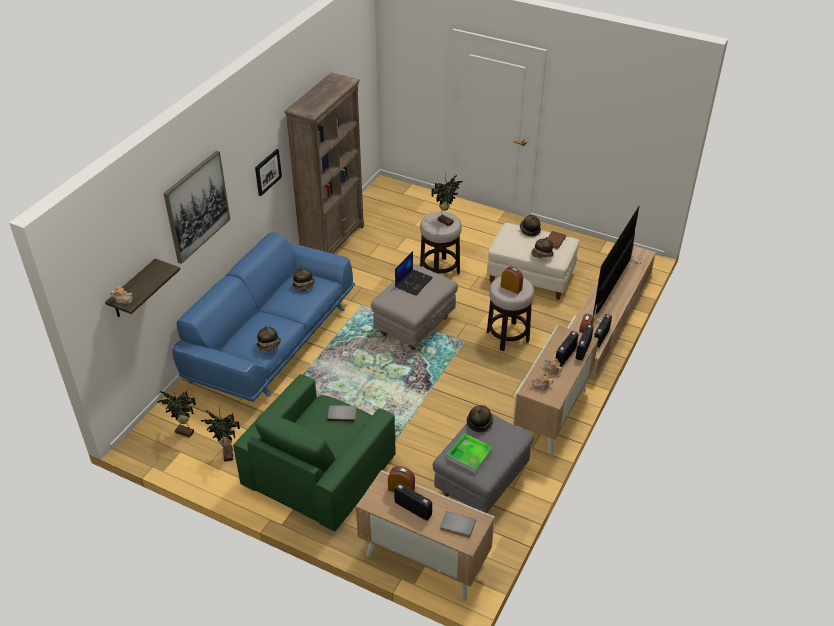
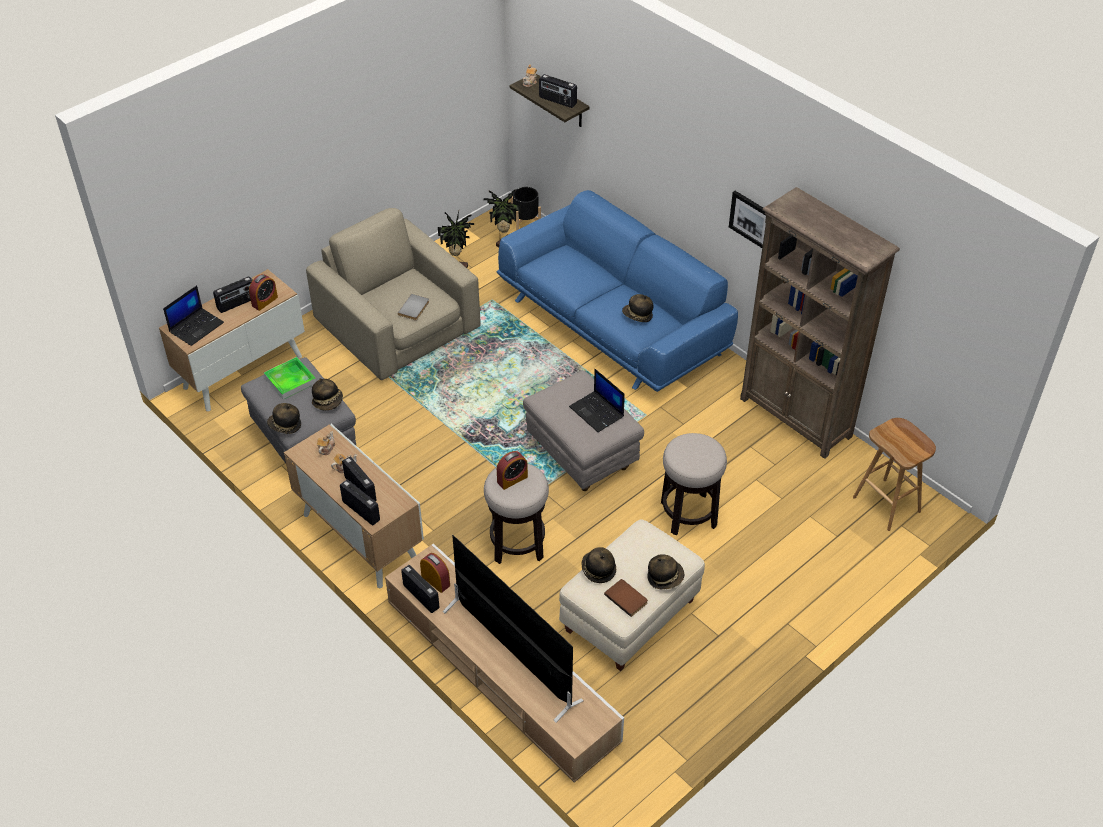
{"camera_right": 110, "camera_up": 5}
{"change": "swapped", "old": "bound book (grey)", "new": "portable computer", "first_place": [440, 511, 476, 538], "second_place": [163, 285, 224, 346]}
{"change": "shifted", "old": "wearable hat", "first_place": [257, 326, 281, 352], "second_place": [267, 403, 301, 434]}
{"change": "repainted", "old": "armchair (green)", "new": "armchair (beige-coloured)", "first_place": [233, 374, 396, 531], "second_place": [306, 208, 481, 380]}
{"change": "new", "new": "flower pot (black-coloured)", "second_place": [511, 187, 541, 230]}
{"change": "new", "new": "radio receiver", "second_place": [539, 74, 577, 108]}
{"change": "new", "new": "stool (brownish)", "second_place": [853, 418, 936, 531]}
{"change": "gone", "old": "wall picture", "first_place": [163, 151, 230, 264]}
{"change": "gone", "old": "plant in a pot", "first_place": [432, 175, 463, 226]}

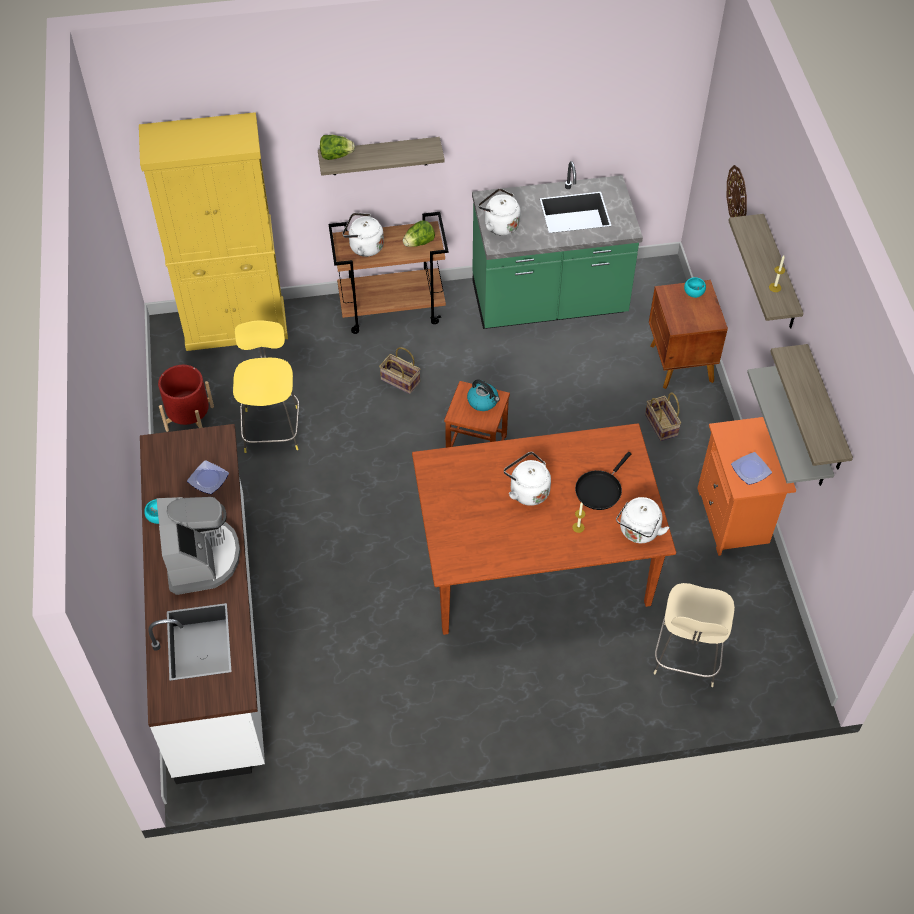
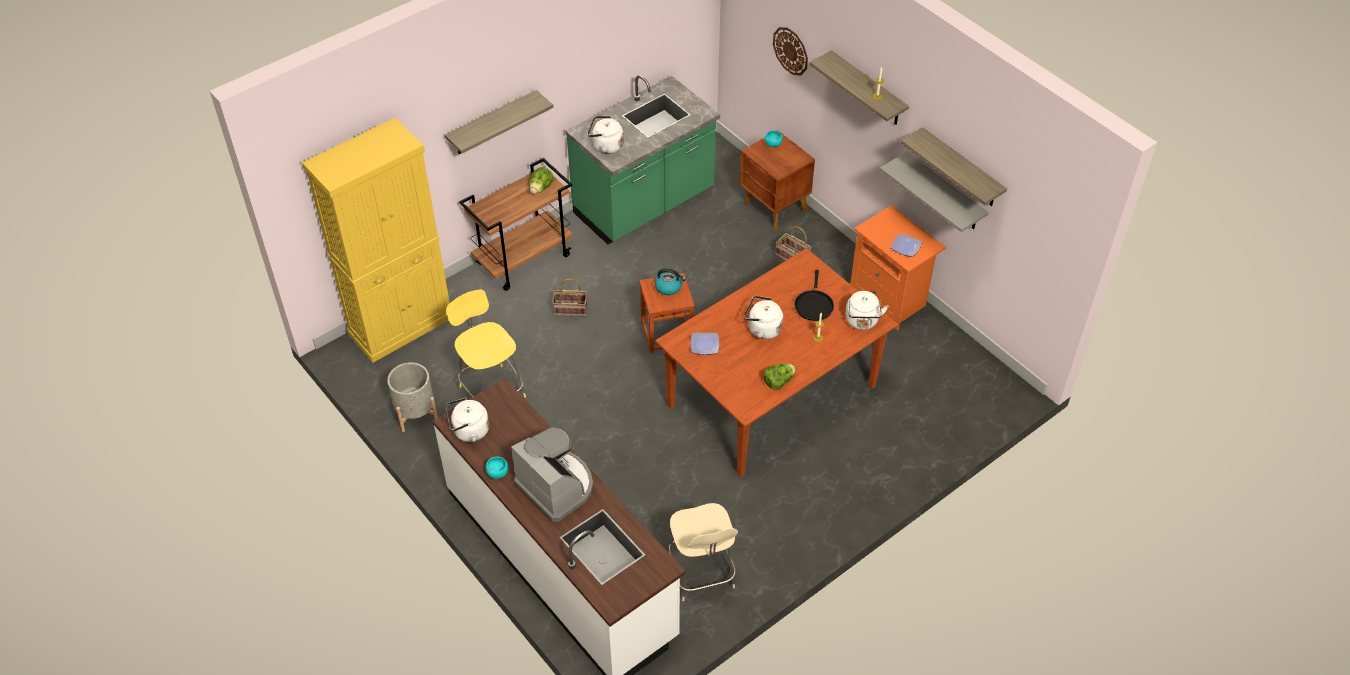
{"camera_right": -30, "camera_up": -5}
{"change": "repainted", "old": "flower pot (red-coloured)", "new": "flower pot (grey)", "first_place": [158, 365, 214, 432], "second_place": [387, 362, 438, 432]}
{"change": "shifted", "old": "tea kettle (white)", "first_place": [342, 213, 384, 257], "second_place": [446, 397, 489, 442]}
{"change": "shifted", "old": "stool (beige-coloured)", "first_place": [654, 583, 735, 687], "second_place": [669, 503, 738, 601]}
{"change": "shifted", "old": "plate", "first_place": [187, 460, 229, 494], "second_place": [691, 333, 719, 355]}
{"change": "shifted", "old": "lettuce", "first_place": [320, 135, 355, 160], "second_place": [763, 363, 796, 390]}

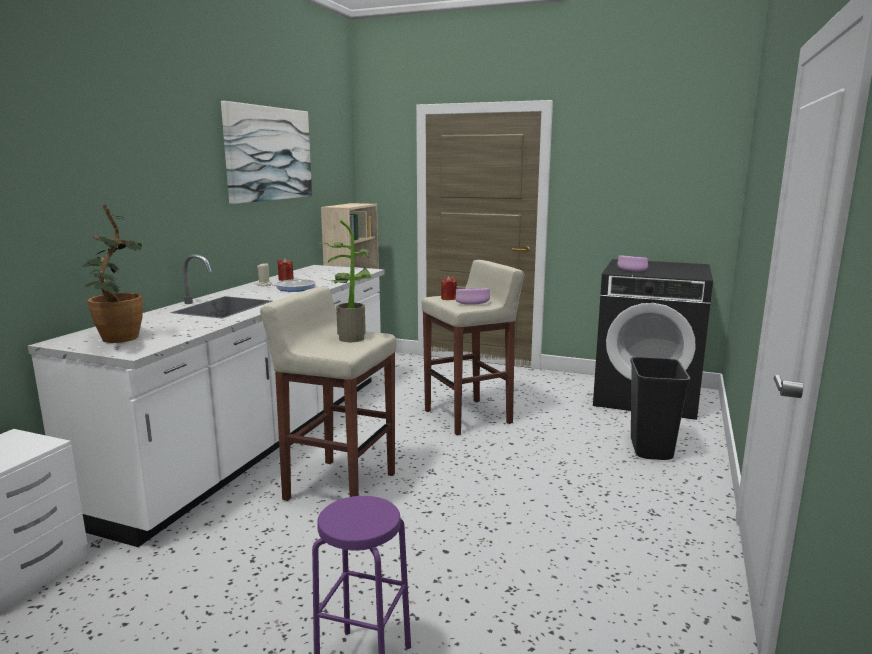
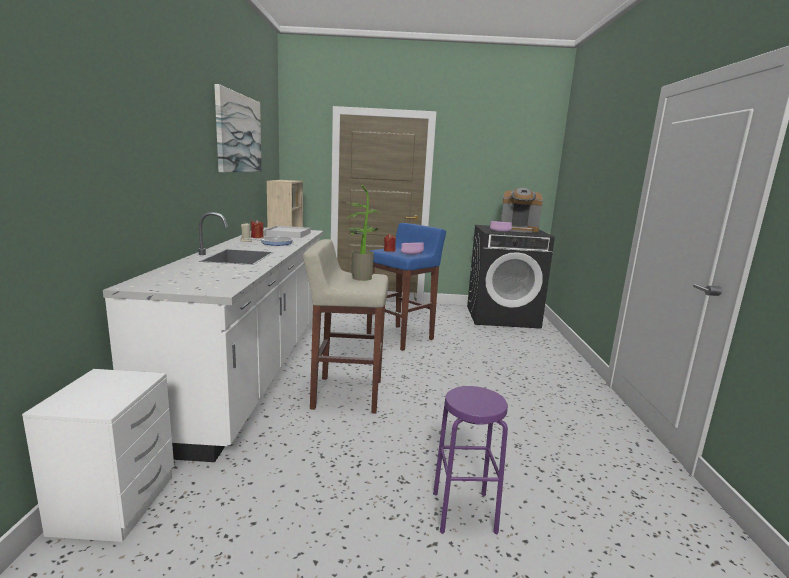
{"camera_right": -20, "camera_up": 0}
{"change": "new", "new": "serving tray (white)", "second_place": [264, 226, 311, 238]}
{"change": "repainted", "old": "stool (beige-coloured)", "new": "stool (bluish)", "first_place": [422, 260, 524, 435], "second_place": [367, 223, 446, 351]}
{"change": "new", "new": "coffee brewer", "second_place": [501, 188, 543, 233]}
{"change": "gone", "old": "plant in a pot", "first_place": [82, 205, 143, 343]}
{"change": "gone", "old": "waste bin (black-coloured)", "first_place": [630, 357, 690, 460]}

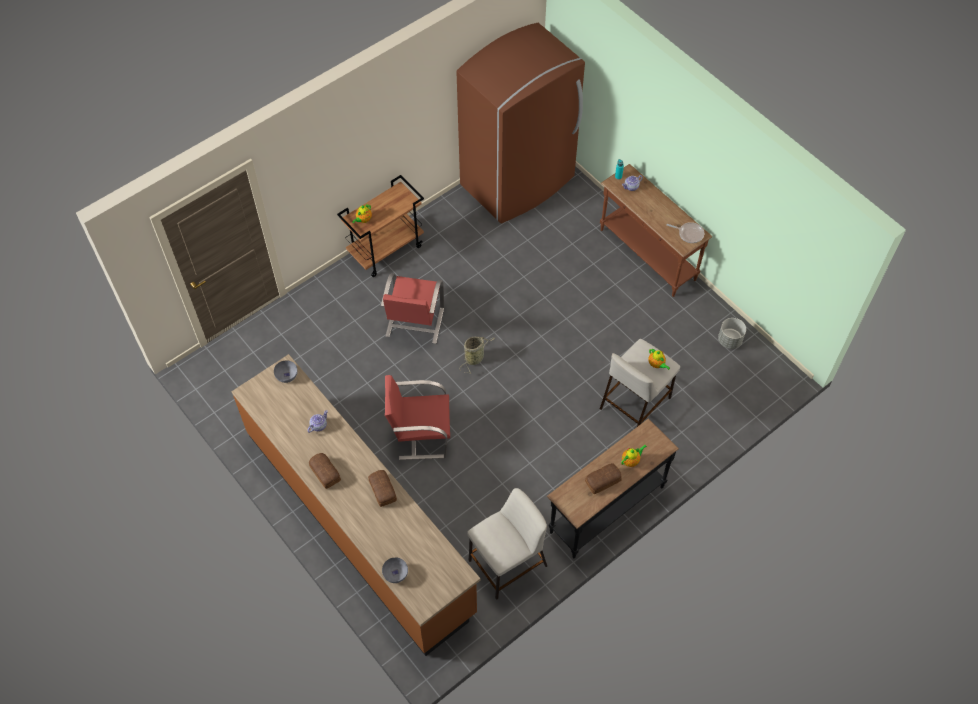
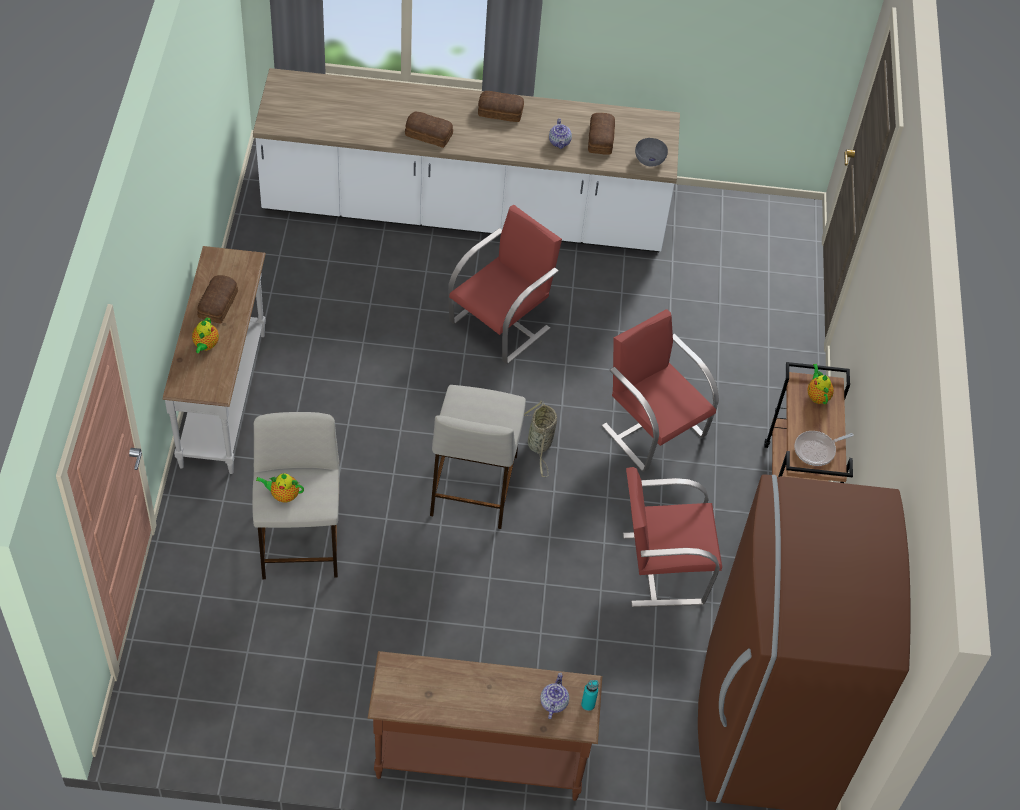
{"camera_right": 130, "camera_up": -5}
{"change": "repainted", "old": "hall table (black-coloured)", "new": "hall table (white)", "first_place": [547, 418, 679, 558], "second_place": [163, 246, 266, 474]}
{"change": "repainted", "old": "counter (brownish)", "new": "counter (white)", "first_place": [232, 354, 481, 656], "second_place": [253, 68, 680, 252]}
{"change": "shifted", "old": "stool (beige-coloured)", "first_place": [467, 488, 547, 600], "second_place": [430, 385, 526, 529]}
{"change": "new", "new": "baked bread", "second_place": [588, 113, 615, 155]}
{"change": "new", "new": "plain chair (red-coloured)", "second_place": [623, 467, 722, 607]}
{"change": "shifted", "old": "pan", "first_place": [666, 222, 704, 243], "second_place": [795, 431, 854, 466]}
{"change": "gone", "old": "serving bowl (grey)", "first_place": [382, 557, 408, 583]}
{"change": "gone", "old": "flower pot (grey)", "first_place": [718, 318, 746, 349]}

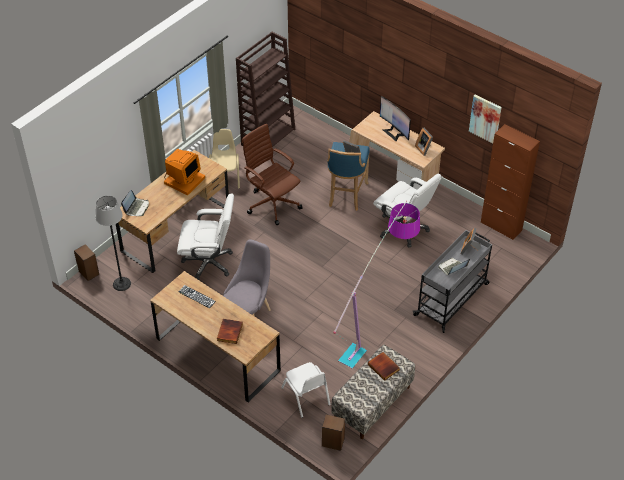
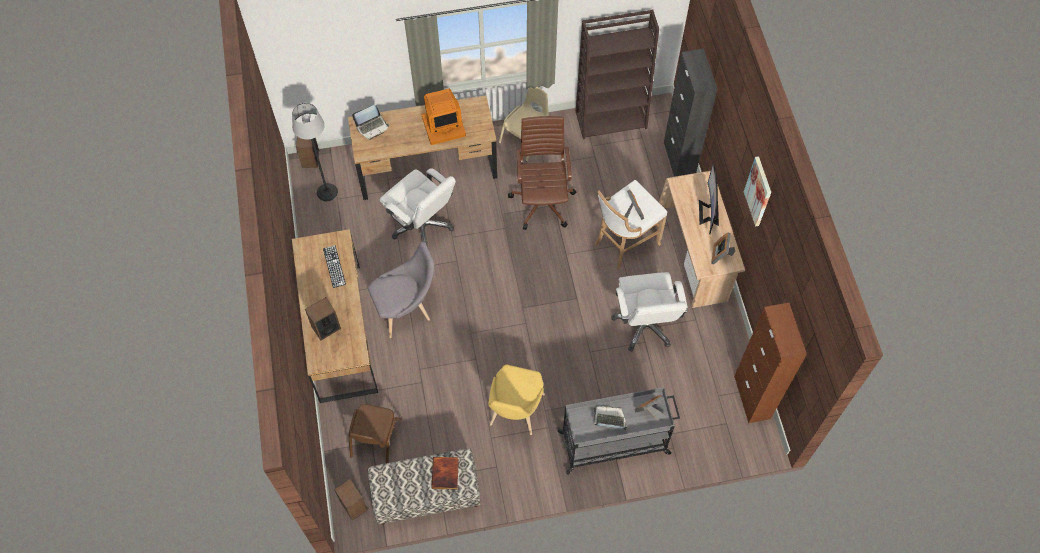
{"camera_right": 40, "camera_up": 15}
{"change": "swapped", "old": "bound book", "new": "audio speaker", "first_place": [217, 319, 243, 344], "second_place": [305, 297, 341, 341]}
{"change": "repainted", "old": "plain chair (white)", "new": "plain chair (brownish)", "first_place": [281, 362, 331, 418], "second_place": [349, 404, 402, 463]}
{"change": "swapped", "old": "standing lamp", "new": "plain chair (yellow-coloured)", "first_place": [333, 201, 420, 369], "second_place": [488, 364, 545, 435]}
{"change": "repainted", "old": "stool (bluish)", "new": "stool (white)", "first_place": [327, 142, 370, 211], "second_place": [595, 180, 667, 269]}
{"change": "new", "new": "cabinet (black-coloured)", "second_place": [664, 49, 717, 177]}
{"change": "shifted", "old": "wall picture", "first_place": [469, 94, 502, 143], "second_place": [744, 156, 771, 226]}

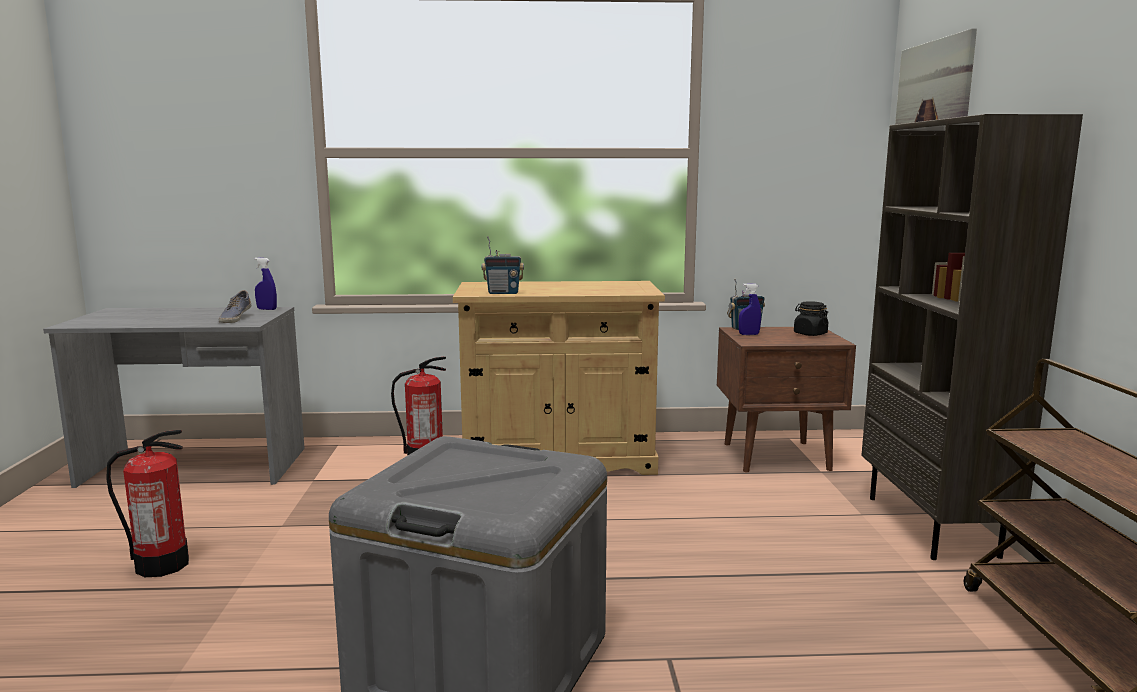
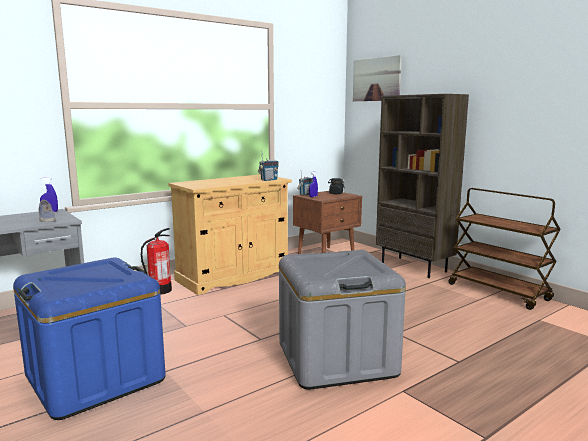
{"camera_right": -35, "camera_up": 0}
{"change": "swapped", "old": "fire-fighting cylinder", "new": "storage container (bluish)", "first_place": [106, 430, 189, 577], "second_place": [13, 257, 165, 420]}
{"change": "shifted", "old": "radio receiver", "first_place": [482, 236, 524, 294], "second_place": [258, 151, 279, 181]}

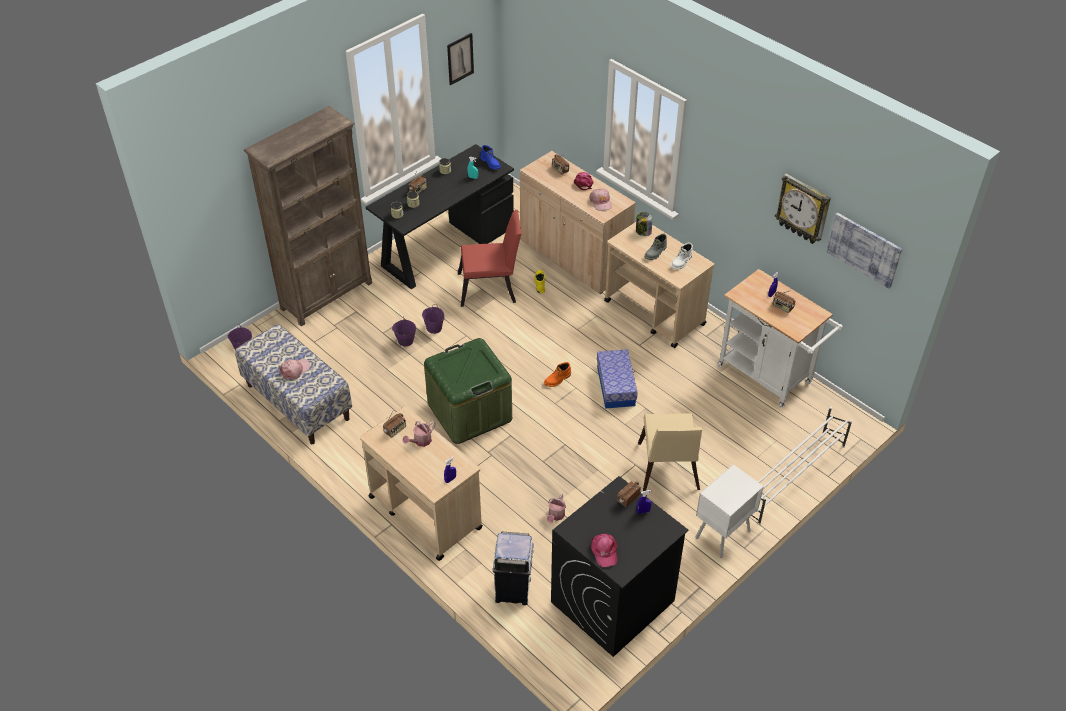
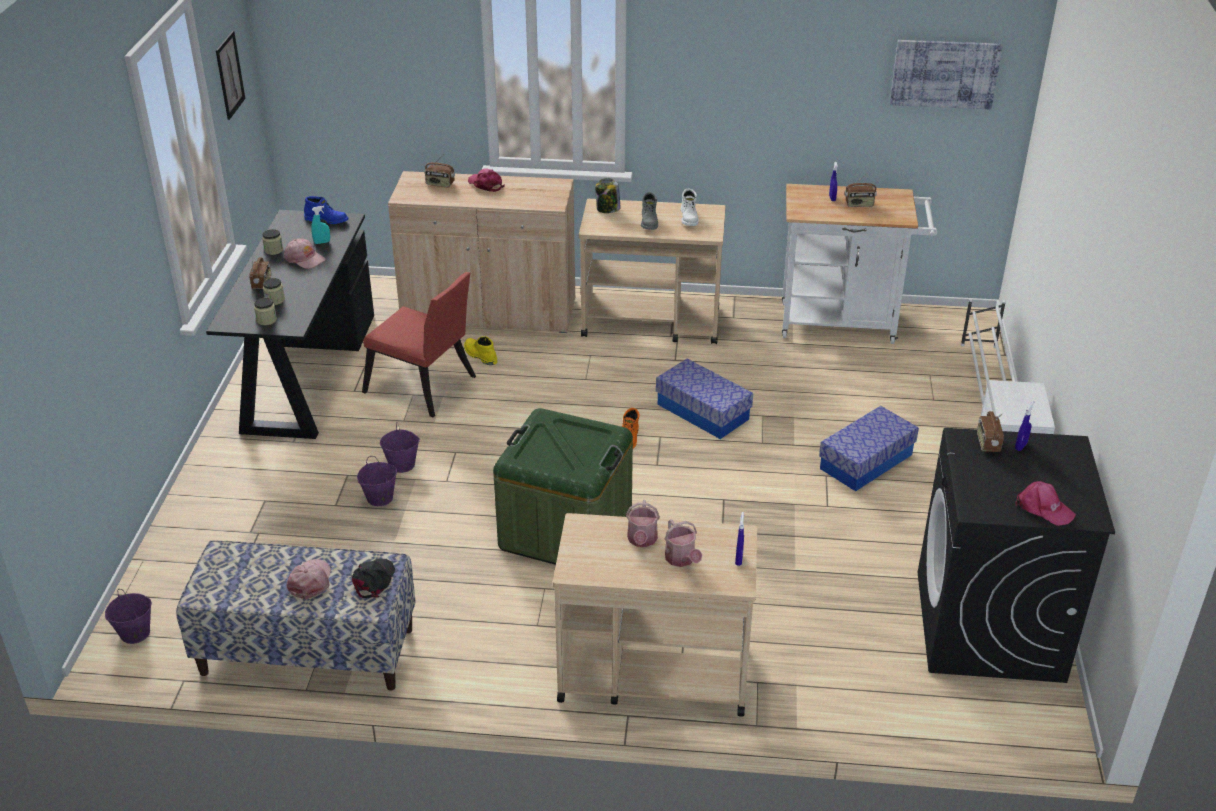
{"camera_right": -40, "camera_up": -10}
{"change": "shifted", "old": "peaked cap (pinkish)", "first_place": [589, 188, 612, 211], "second_place": [284, 238, 326, 269]}
{"change": "new", "new": "peaked cap (black-coloured)", "second_place": [352, 559, 395, 598]}
{"change": "rotated", "old": "plain chair (red-coloured)", "first_place": [458, 210, 521, 307], "second_place": [362, 272, 476, 417], "degrees": 75}
{"change": "shifted", "old": "watering can", "first_place": [547, 494, 566, 523], "second_place": [665, 519, 702, 567]}
{"change": "swapped", "old": "plain chair (beige-coloured)", "new": "storage container", "first_place": [638, 413, 702, 491], "second_place": [819, 406, 919, 491]}
{"change": "gone", "old": "bookshelf (brownish)", "first_place": [244, 106, 372, 327]}
{"change": "gone", "old": "radio receiver", "first_place": [383, 411, 406, 438]}
{"change": "gone", "old": "waste bin (white)", "first_place": [492, 532, 534, 605]}
{"change": "gone", "old": "wall clock", "first_place": [775, 173, 831, 244]}

